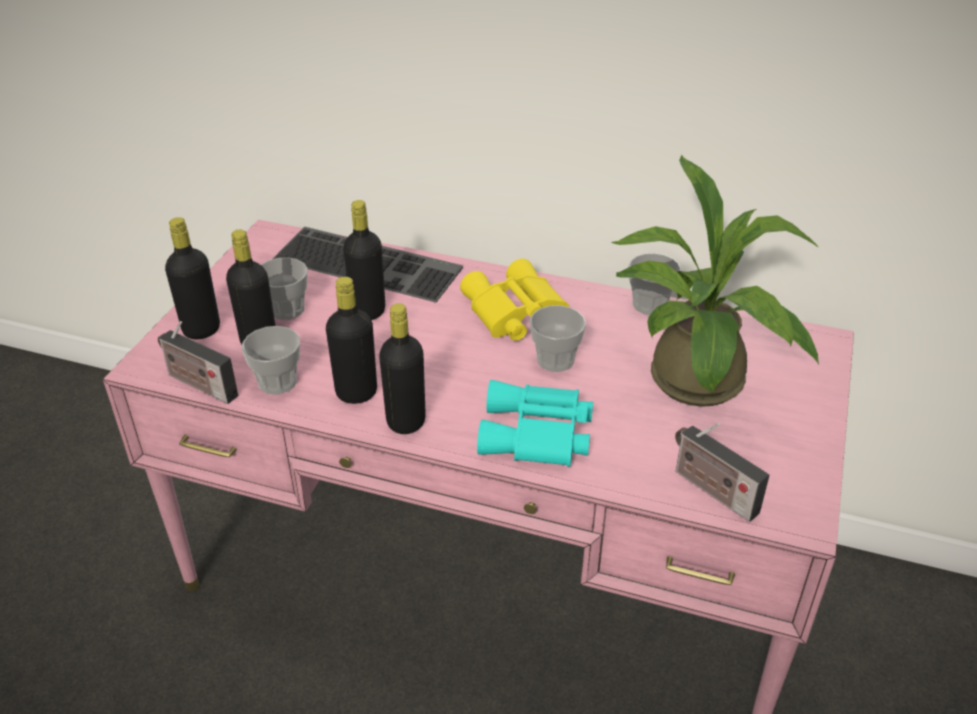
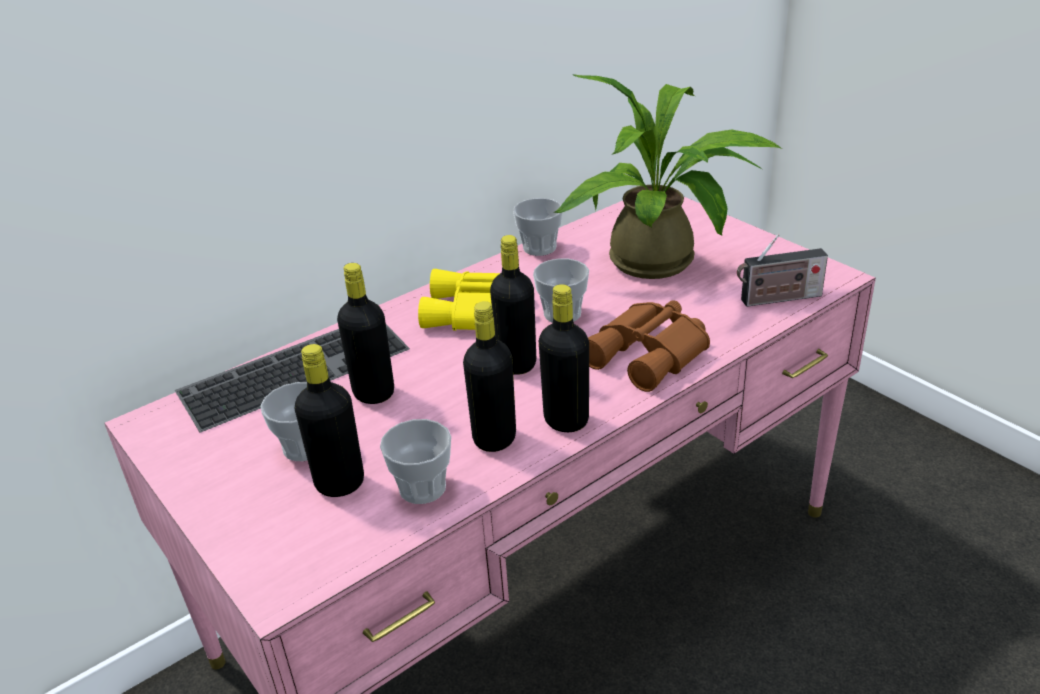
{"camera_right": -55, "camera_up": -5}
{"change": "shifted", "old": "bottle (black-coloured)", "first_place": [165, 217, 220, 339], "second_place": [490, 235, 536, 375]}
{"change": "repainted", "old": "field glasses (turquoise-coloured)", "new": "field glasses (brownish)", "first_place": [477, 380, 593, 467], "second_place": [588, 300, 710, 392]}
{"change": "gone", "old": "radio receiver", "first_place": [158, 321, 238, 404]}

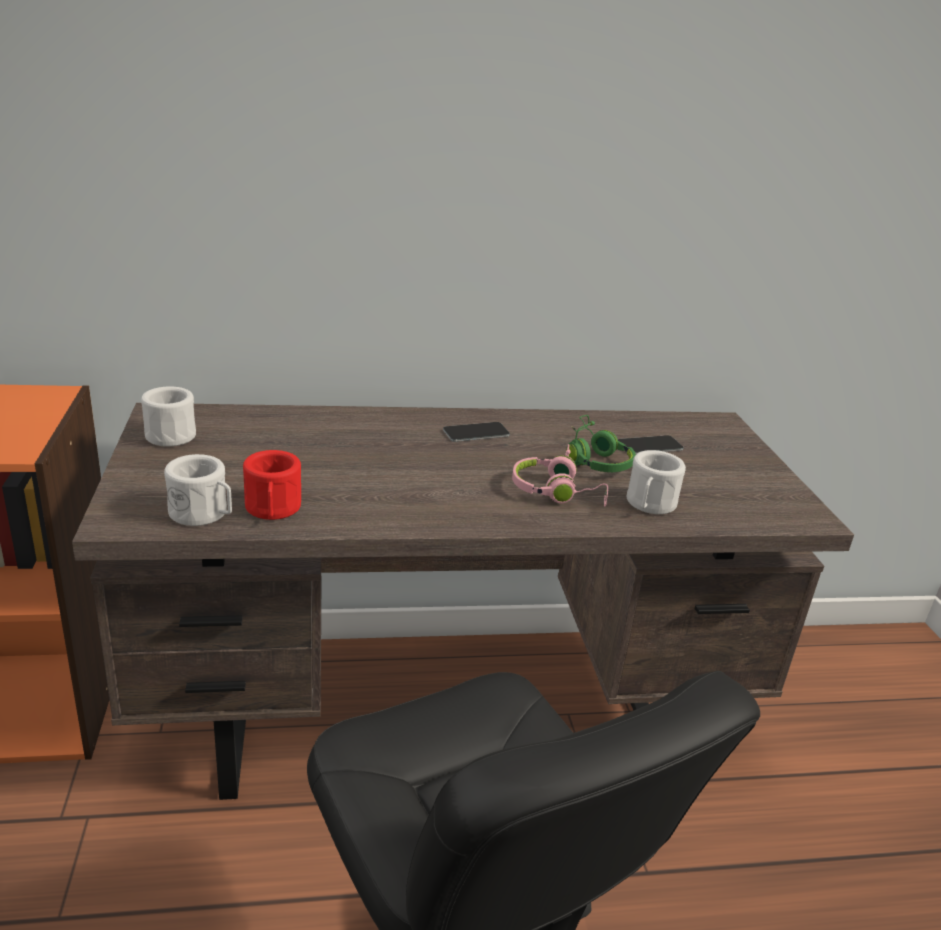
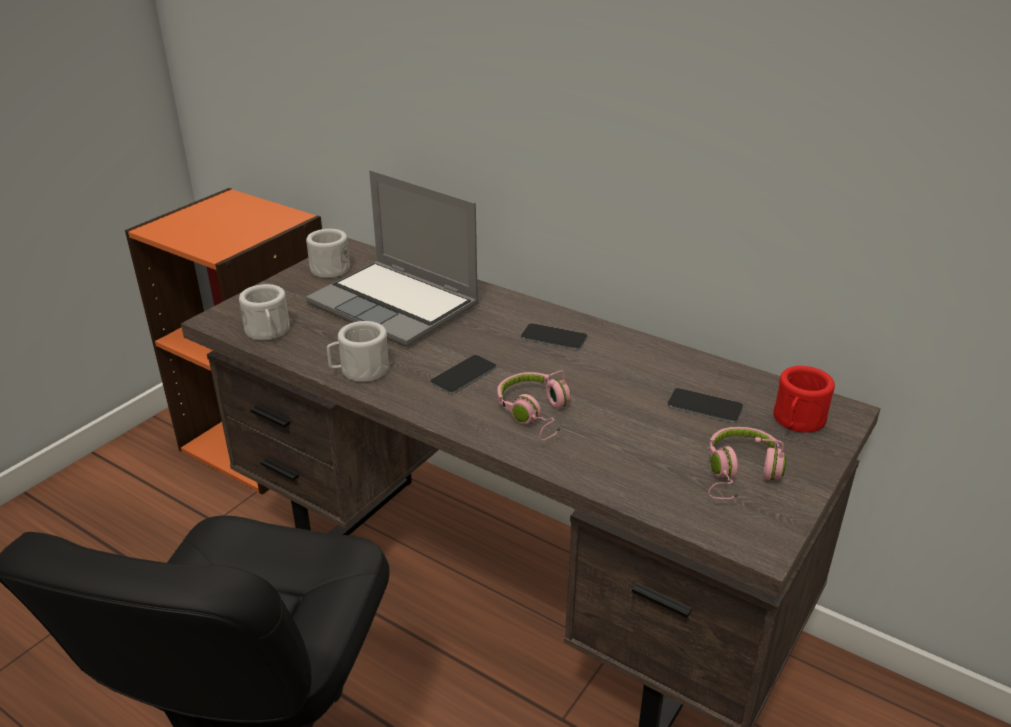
{"camera_right": 45, "camera_up": 5}
{"change": "new", "new": "portable computer", "second_place": [306, 170, 479, 347]}
{"change": "shifted", "old": "coffee mug (white)", "first_place": [627, 450, 686, 514], "second_place": [327, 321, 389, 382]}
{"change": "new", "new": "telephone", "second_place": [430, 355, 496, 394]}
{"change": "new", "new": "headset (pinkish)", "second_place": [708, 427, 786, 499]}
{"change": "shifted", "old": "coffee mug (red-coloured)", "first_place": [243, 450, 301, 520], "second_place": [773, 366, 835, 433]}
{"change": "gone", "old": "headset (green)", "first_place": [566, 415, 636, 472]}

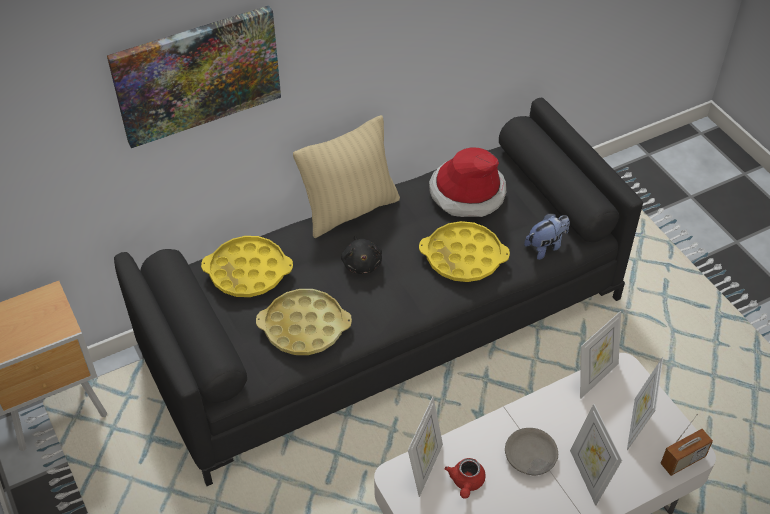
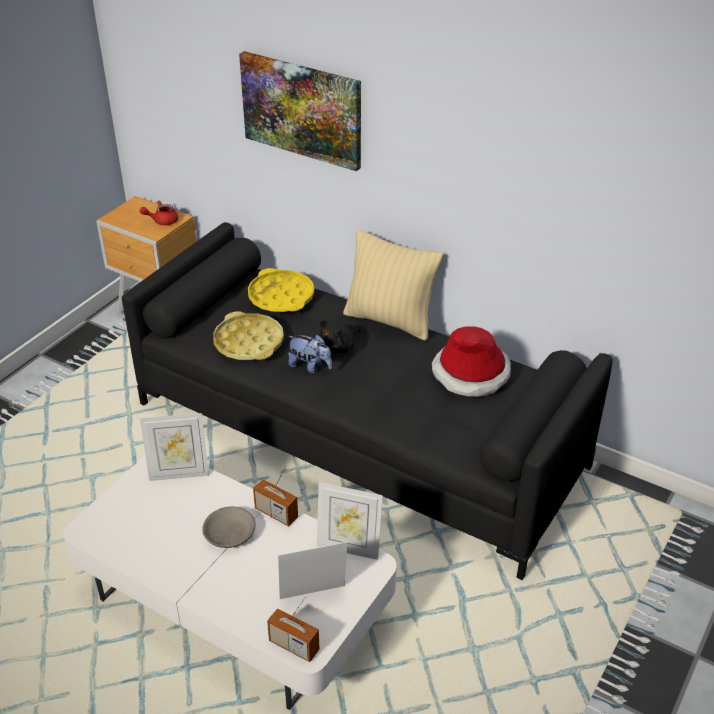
{"camera_right": 60, "camera_up": -10}
{"change": "shifted", "old": "tea pot (red-coloured)", "first_place": [445, 458, 486, 499], "second_place": [140, 200, 178, 225]}
{"change": "new", "new": "radio receiver", "second_place": [253, 466, 298, 527]}
{"change": "shifted", "old": "plush toy", "first_place": [524, 213, 570, 260], "second_place": [288, 335, 332, 373]}
{"change": "gone", "old": "serving tray (yellow-coloured)", "first_place": [419, 221, 510, 282]}
{"change": "gone", "old": "picture frame", "first_place": [570, 404, 622, 506]}

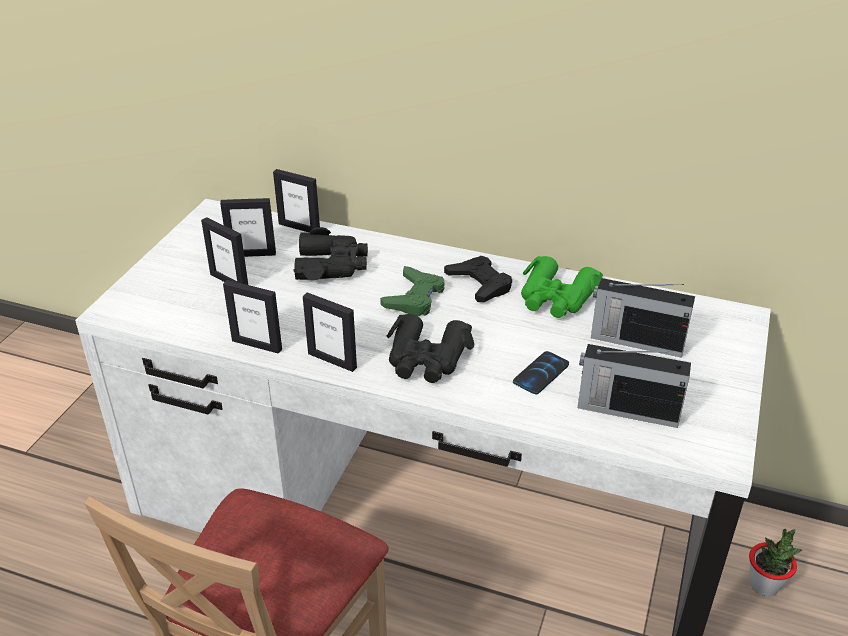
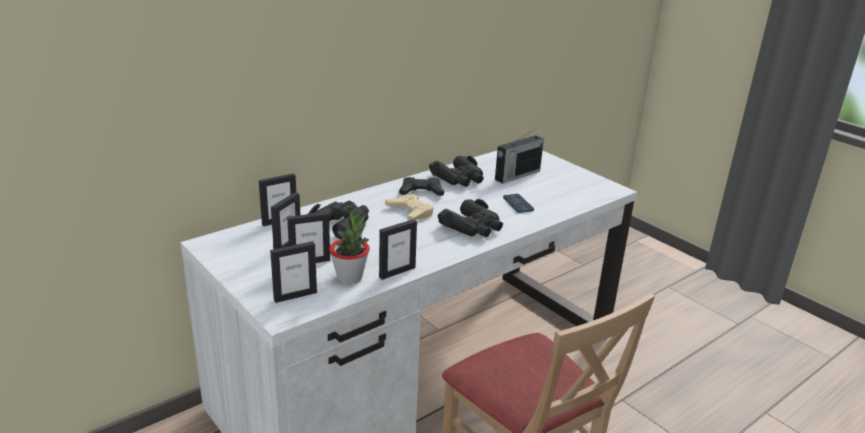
{"camera_right": -60, "camera_up": -10}
{"change": "shifted", "old": "picture frame", "first_place": [303, 292, 357, 372], "second_place": [270, 241, 317, 303]}
{"change": "shifted", "old": "plant in a pot", "first_place": [749, 529, 802, 596], "second_place": [329, 209, 370, 284]}
{"change": "repainted", "old": "gamepad (green)", "new": "gamepad (beige-coloured)", "first_place": [380, 266, 445, 316], "second_place": [385, 194, 434, 220]}
{"change": "repainted", "old": "field glasses (green)", "new": "field glasses (black-coloured)", "first_place": [521, 256, 603, 318], "second_place": [429, 156, 484, 187]}
{"change": "gone", "old": "radio receiver", "first_place": [578, 344, 691, 428]}

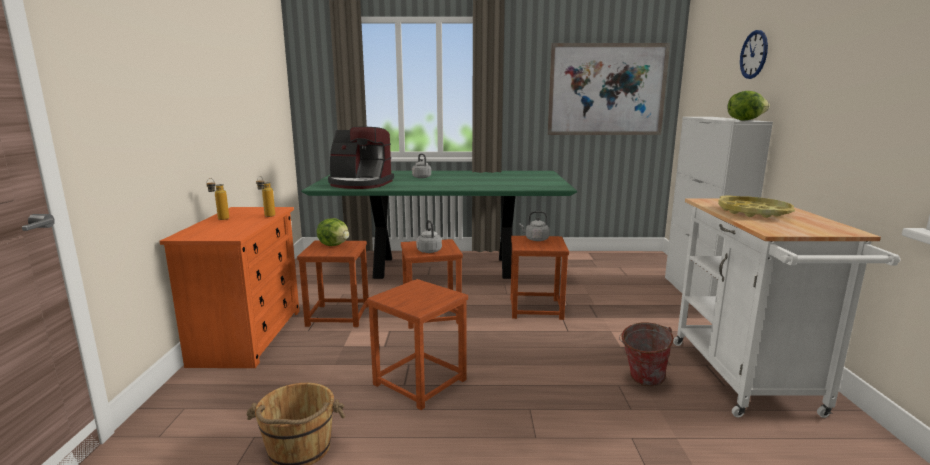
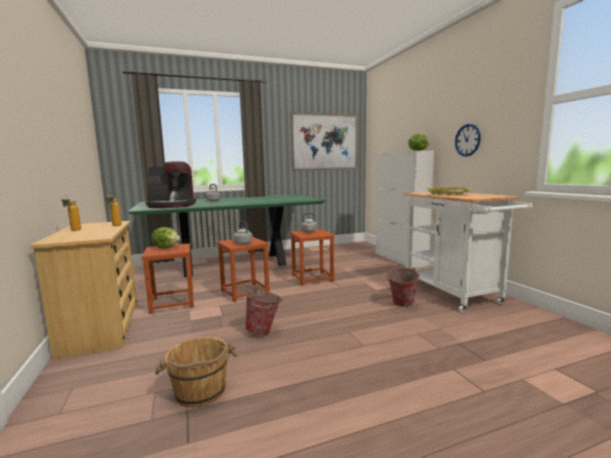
{"camera_right": -20, "camera_up": -5}
{"change": "repainted", "old": "drawer chest (orangey)", "new": "drawer chest (beige-coloured)", "first_place": [159, 207, 300, 368], "second_place": [30, 221, 137, 360]}
{"change": "swapped", "old": "stool (brownish)", "new": "bucket", "first_place": [367, 279, 468, 410], "second_place": [244, 290, 282, 335]}
{"change": "shifted", "old": "wall clock", "first_place": [740, 30, 768, 79], "second_place": [455, 124, 481, 157]}

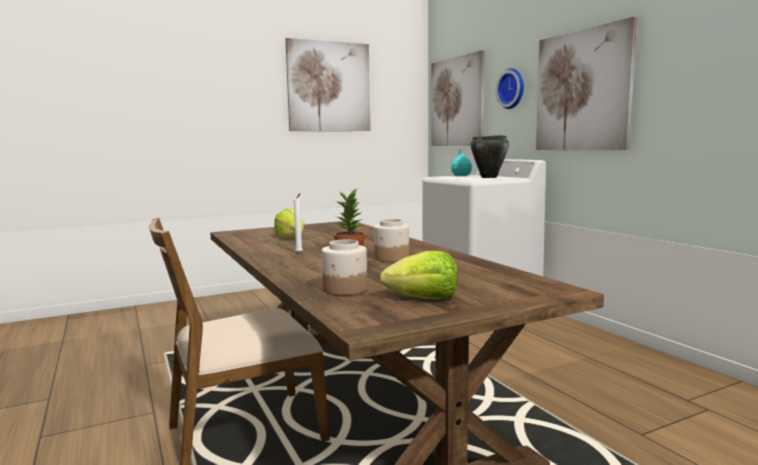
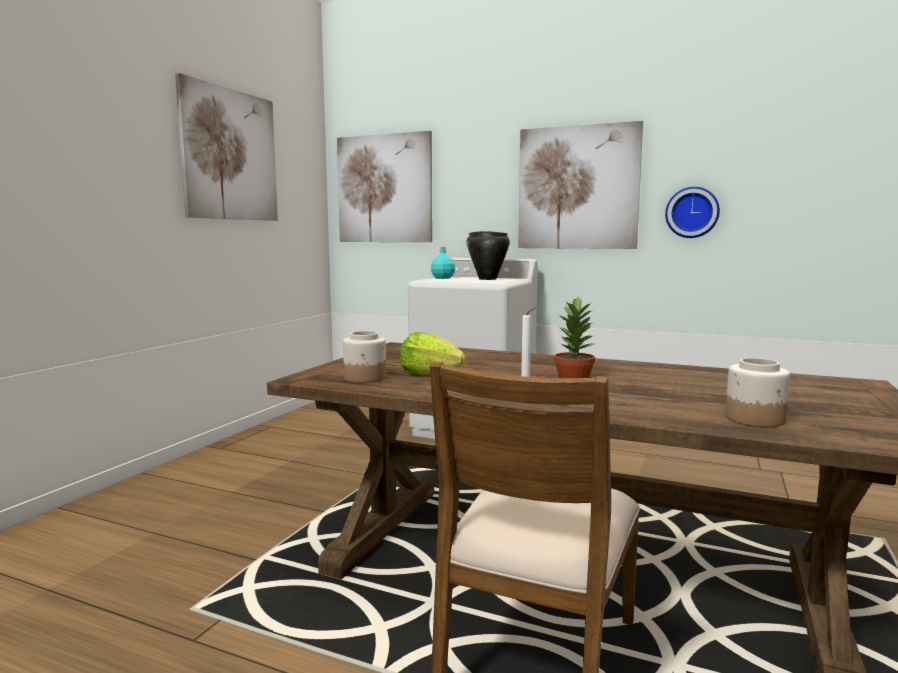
{"camera_right": -40, "camera_up": 0}
{"change": "shifted", "old": "storage jar", "first_place": [374, 219, 409, 262], "second_place": [343, 331, 386, 383]}
{"change": "shifted", "old": "wall clock", "first_place": [496, 68, 524, 109], "second_place": [665, 187, 720, 238]}
{"change": "gone", "old": "lettuce", "first_place": [380, 251, 458, 299]}

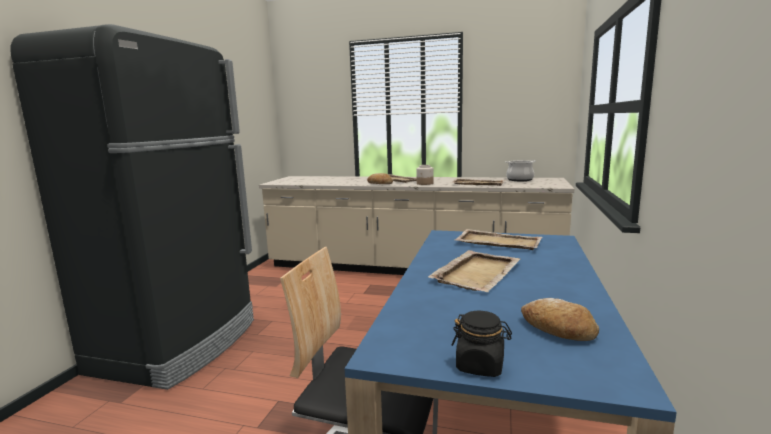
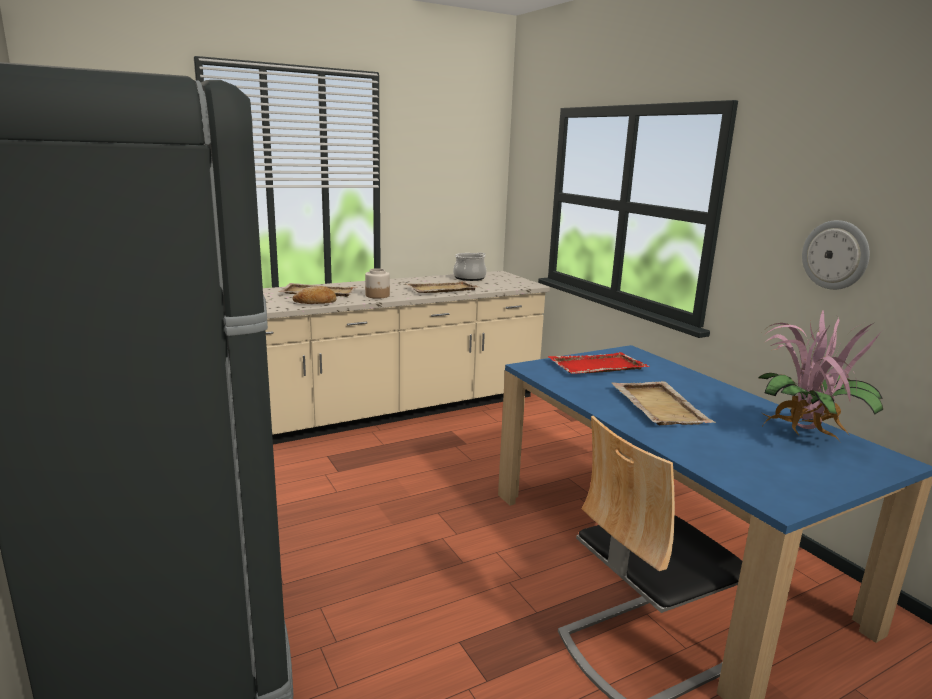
{"camera_right": -45, "camera_up": 5}
{"change": "repainted", "old": "serving tray (beige-coloured)", "new": "serving tray (red-coloured)", "first_place": [454, 229, 542, 250], "second_place": [548, 352, 650, 374]}
{"change": "swapped", "old": "baked bread", "new": "plant in a pot", "first_place": [521, 298, 599, 341], "second_place": [758, 310, 883, 442]}
{"change": "new", "new": "wall clock", "second_place": [802, 220, 870, 290]}
{"change": "gone", "old": "storage jar (black-coloured)", "first_place": [452, 311, 512, 377]}

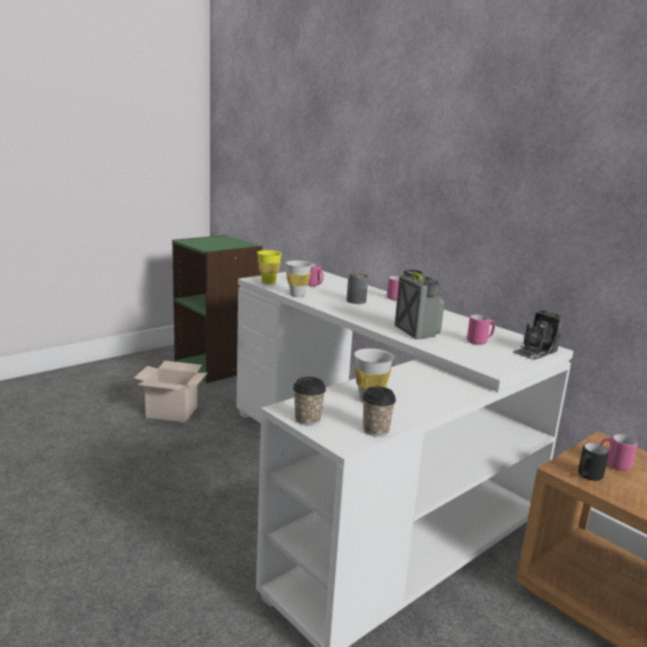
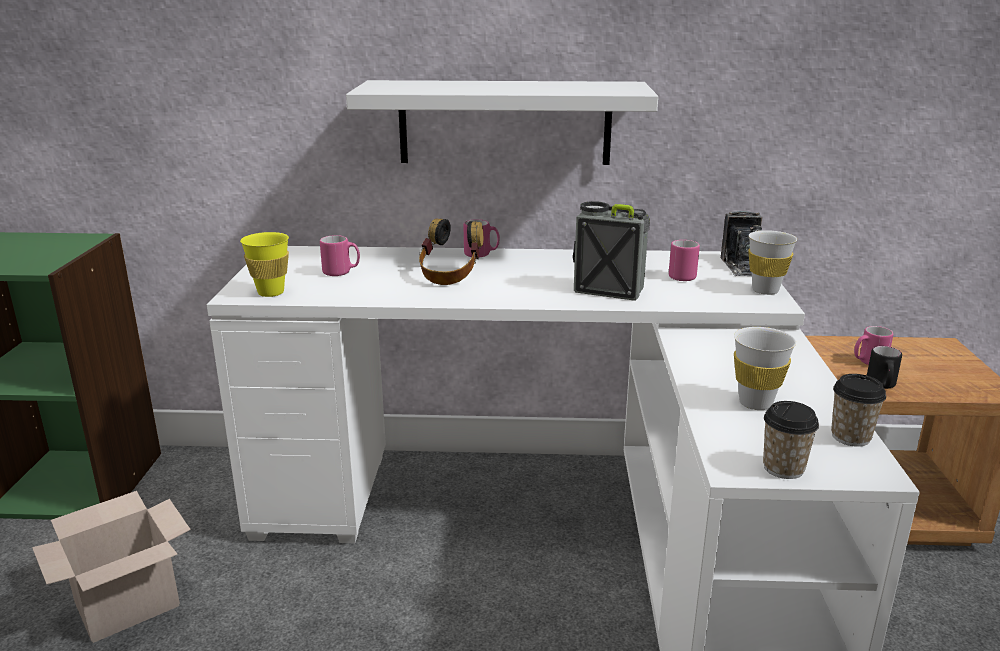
{"camera_right": -45, "camera_up": 5}
{"change": "new", "new": "bracket shelf (white)", "second_place": [346, 80, 658, 165]}
{"change": "swapped", "old": "sealed can", "new": "headset", "first_place": [347, 273, 368, 304], "second_place": [419, 218, 483, 285]}
{"change": "shifted", "old": "cup (white)", "first_place": [286, 261, 312, 297], "second_place": [748, 230, 797, 295]}

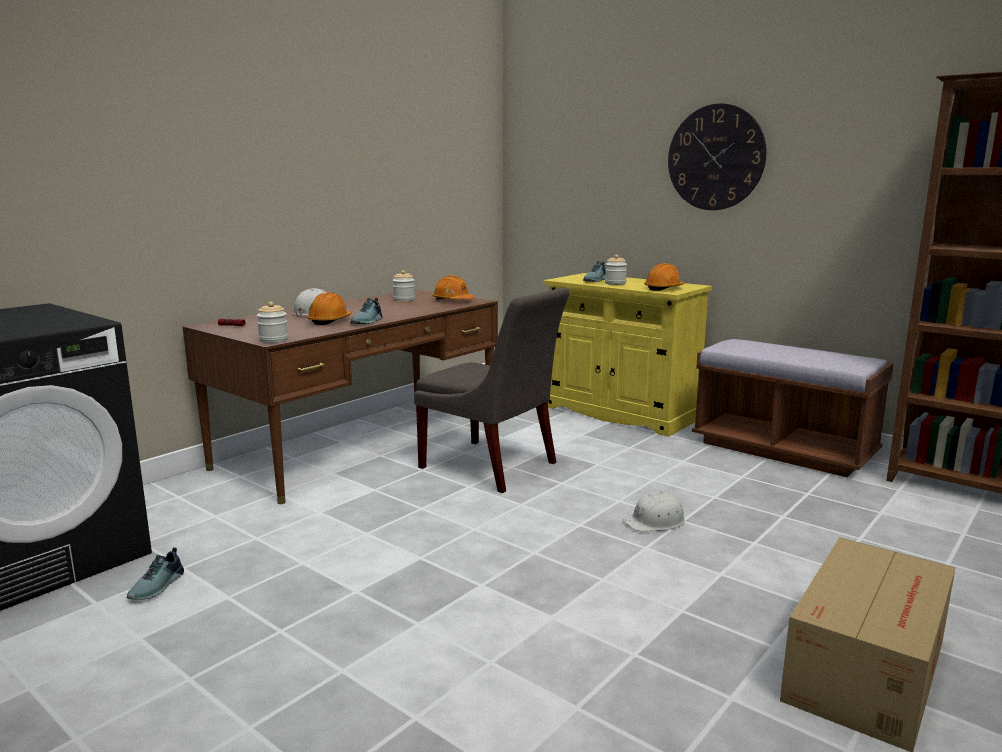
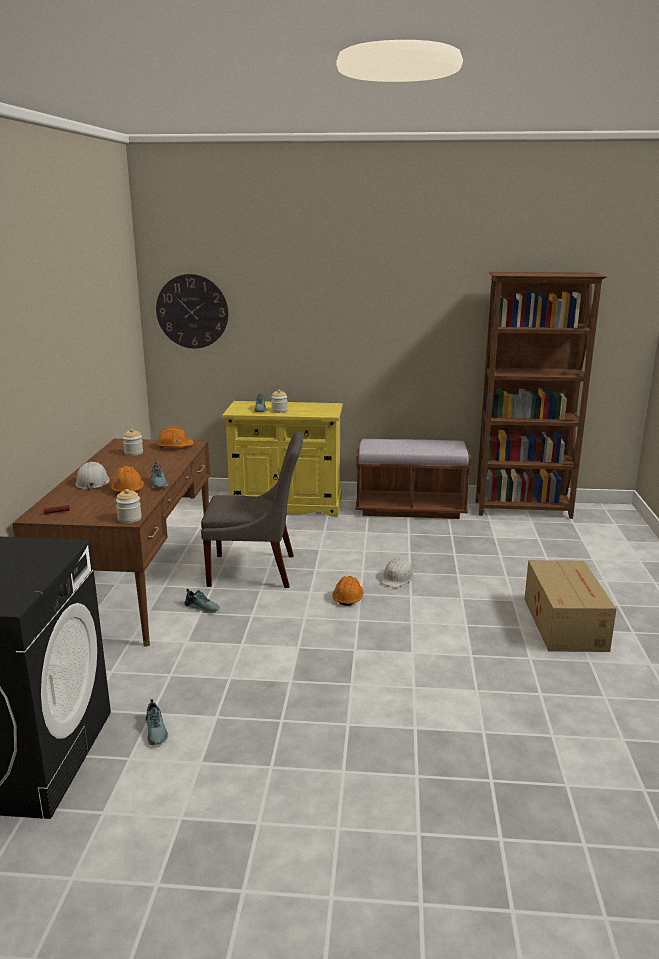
{"camera_right": -35, "camera_up": 5}
{"change": "shifted", "old": "wall clock", "first_place": [668, 103, 766, 210], "second_place": [156, 274, 228, 348]}
{"change": "new", "new": "low shoe", "second_place": [185, 589, 220, 613]}
{"change": "shifted", "old": "work helmet (orangey)", "first_place": [644, 263, 685, 291], "second_place": [332, 576, 364, 606]}

